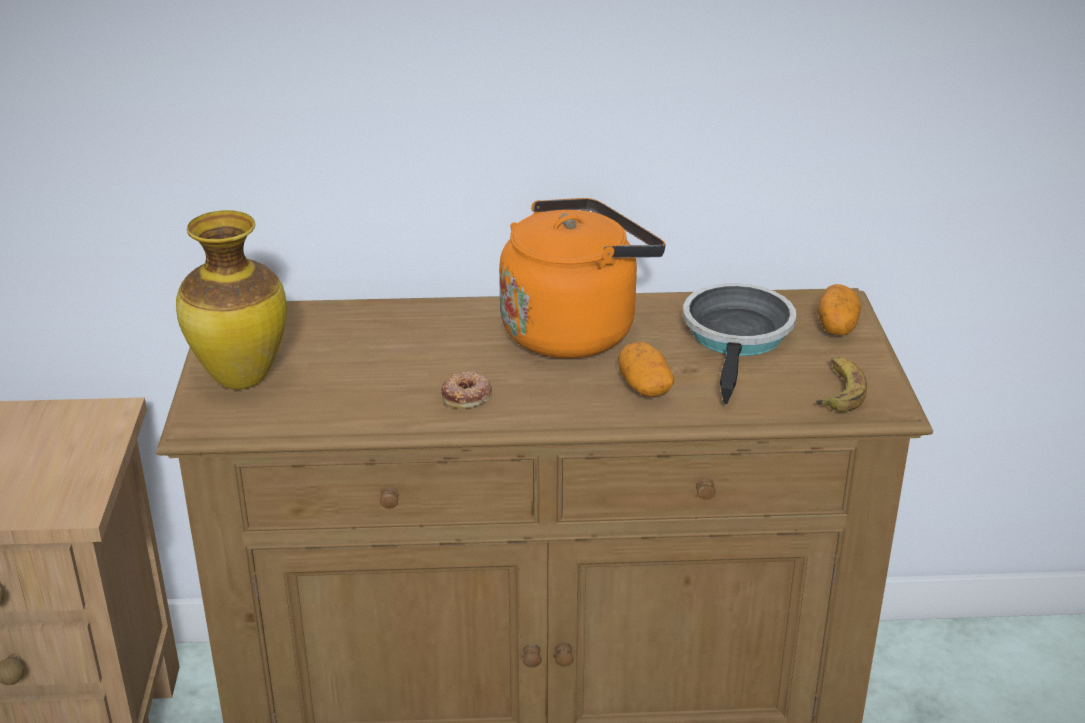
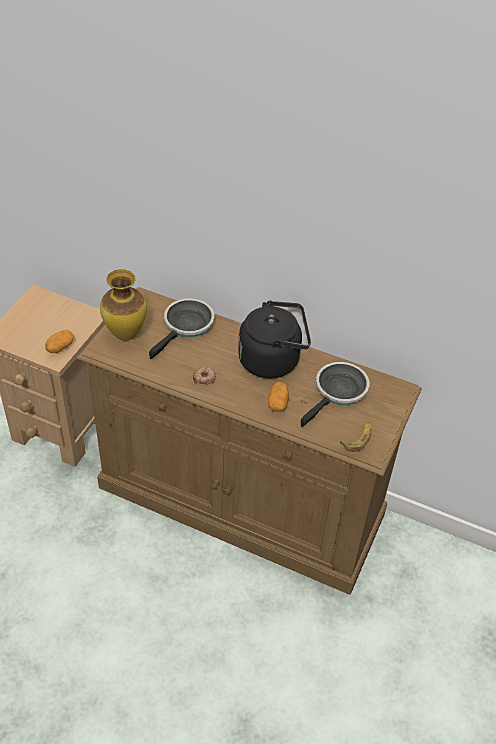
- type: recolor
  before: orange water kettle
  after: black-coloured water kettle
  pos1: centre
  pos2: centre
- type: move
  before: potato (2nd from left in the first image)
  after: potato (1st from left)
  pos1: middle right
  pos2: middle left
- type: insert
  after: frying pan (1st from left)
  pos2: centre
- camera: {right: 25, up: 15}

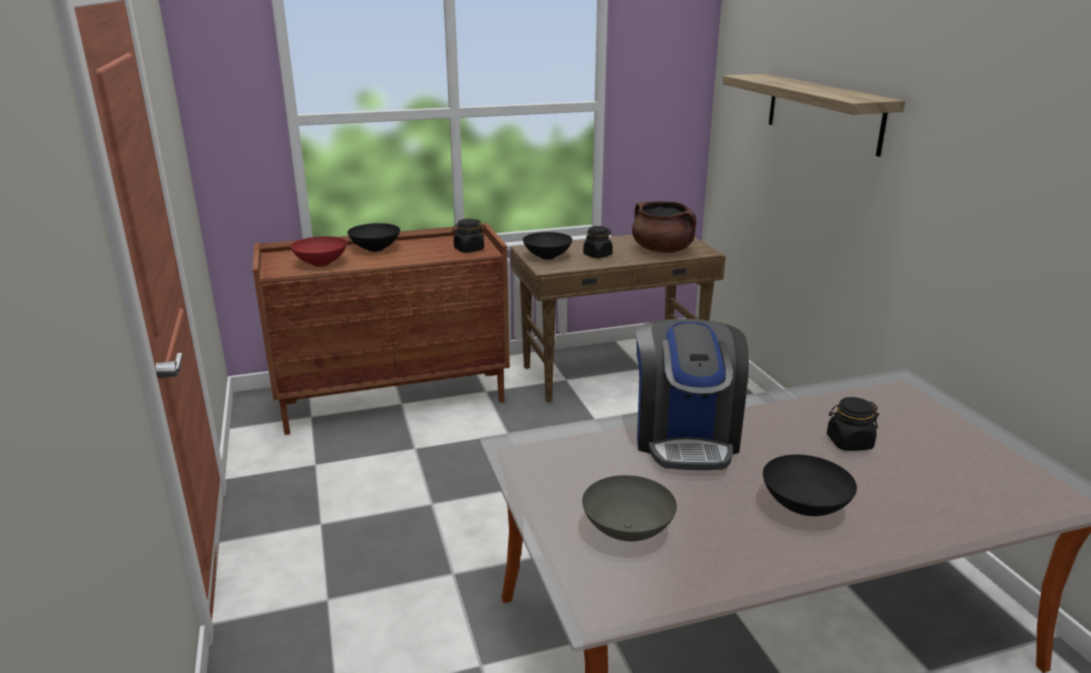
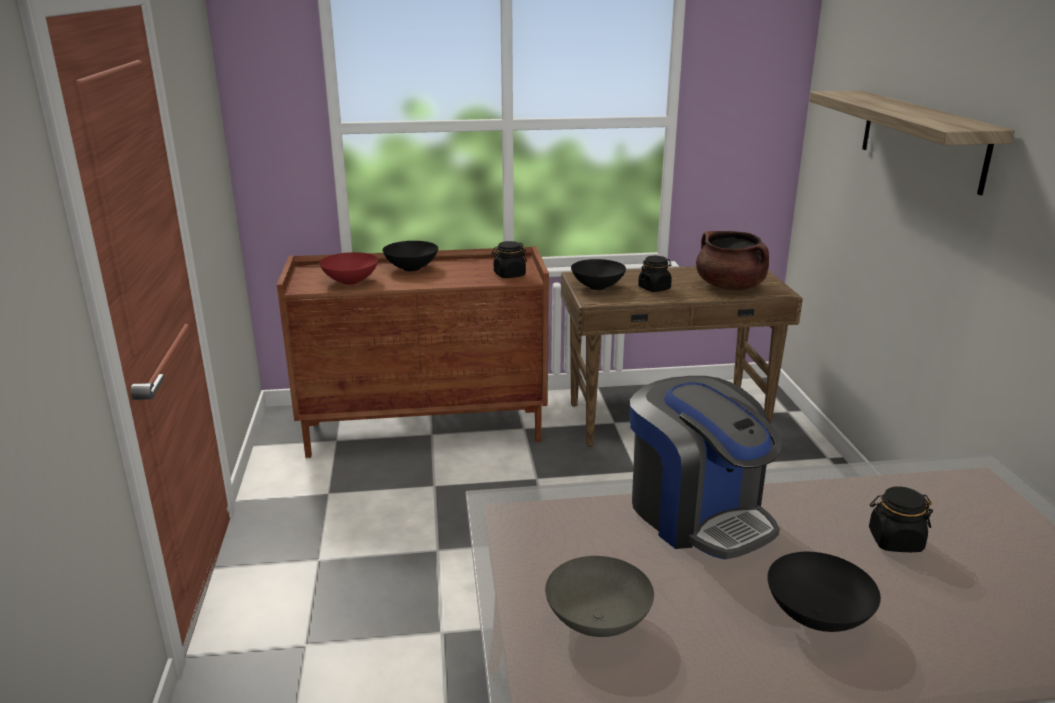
- type: rotate
  before: coffee maker
  pos1: centre
  pos2: middle right
  turn: -45
- camera: {right: 10, up: 0}

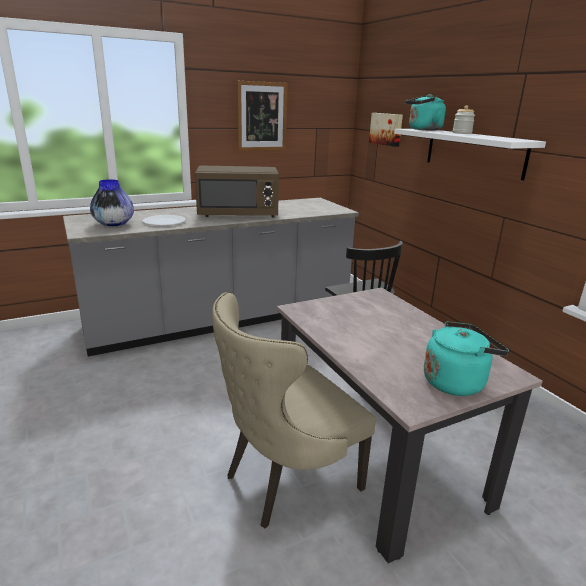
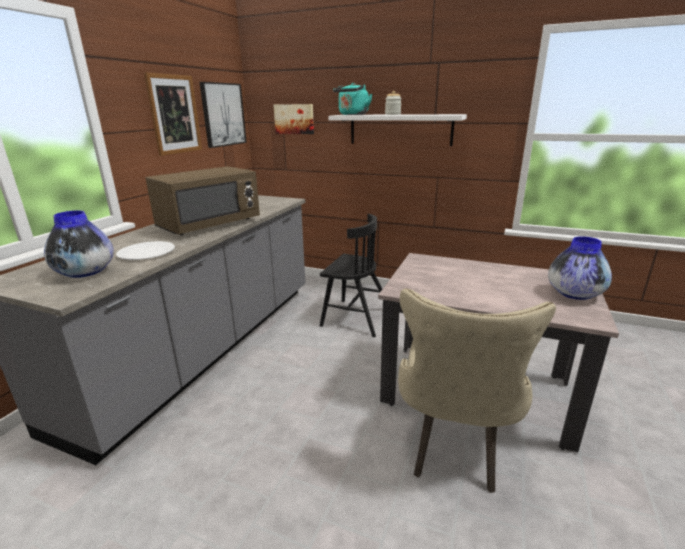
- type: replace
  before: turquoise-coloured water kettle (2nd from left)
  after: vase (2nd from left)
  pos1: middle right
  pos2: middle right
- type: insert
  after: wall picture (2nd from left)
  pos2: top left
- camera: {right: -40, up: 0}

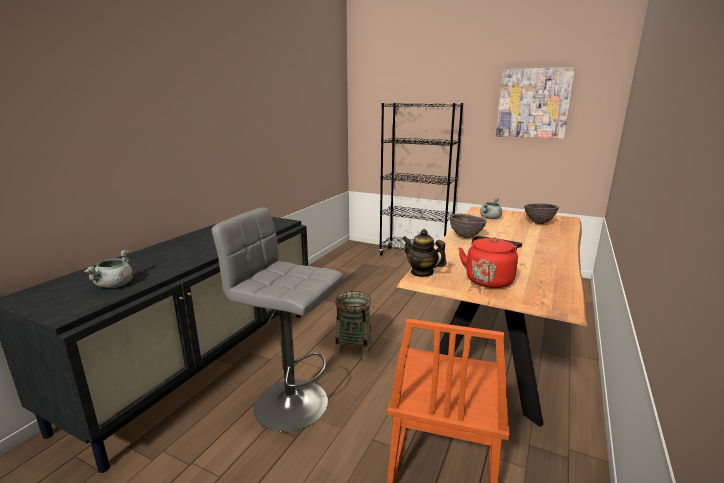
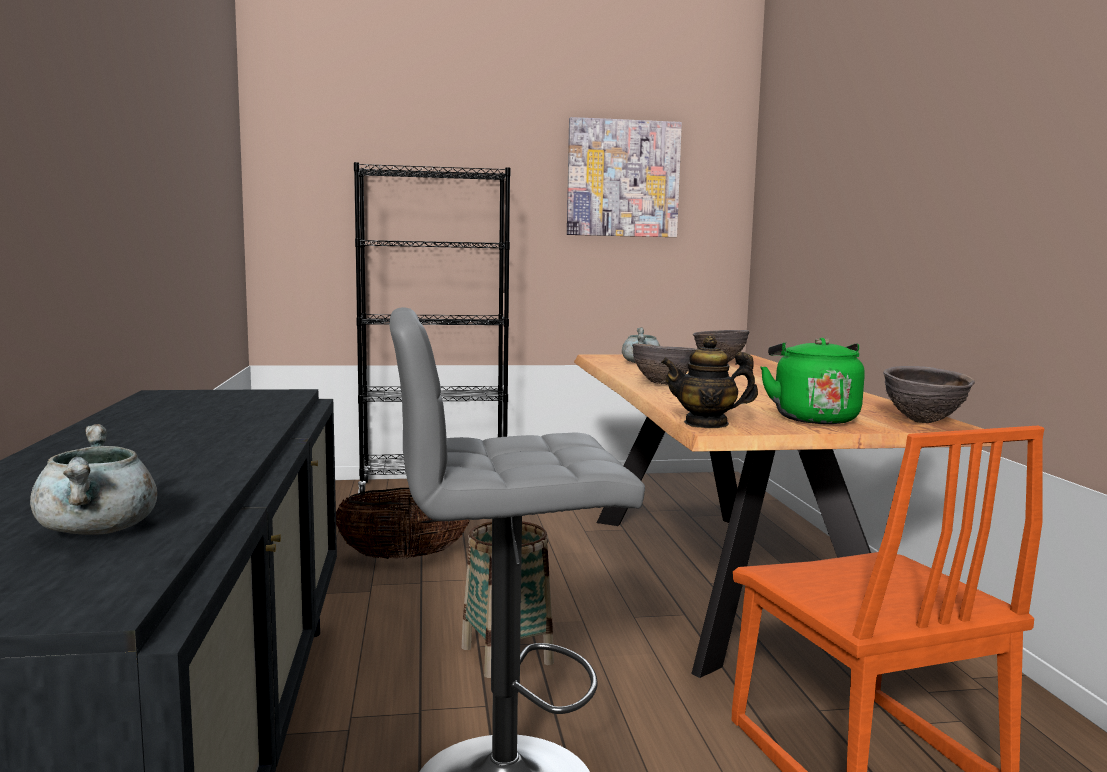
- type: recolor
  before: red-coloured water kettle
  after: green water kettle
  pos1: middle right
  pos2: middle right
- type: insert
  after: brownish serving bowl (3rd from left)
  pos2: middle right
- type: insert
  after: storage basket (1st from left)
  pos2: bottom centre
- camera: {right: -35, up: -10}

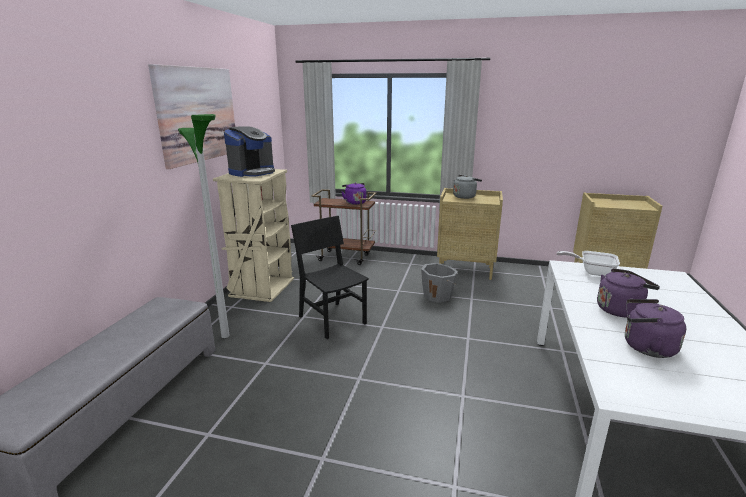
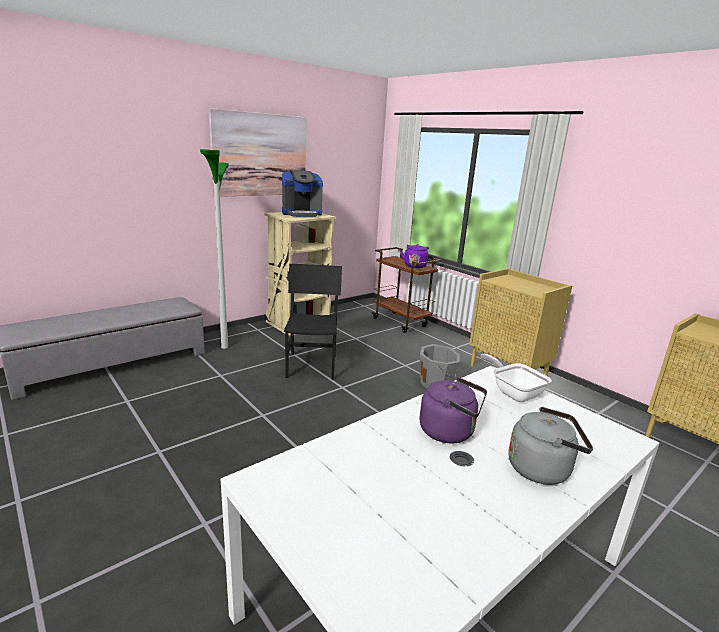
- type: move
  before: grey water kettle
  pos1: centre
  pos2: bottom right
- type: delete
  before: purple-coloured water kettle (3rd from left)
  pos1: middle right
- camera: {right: 35, up: 0}

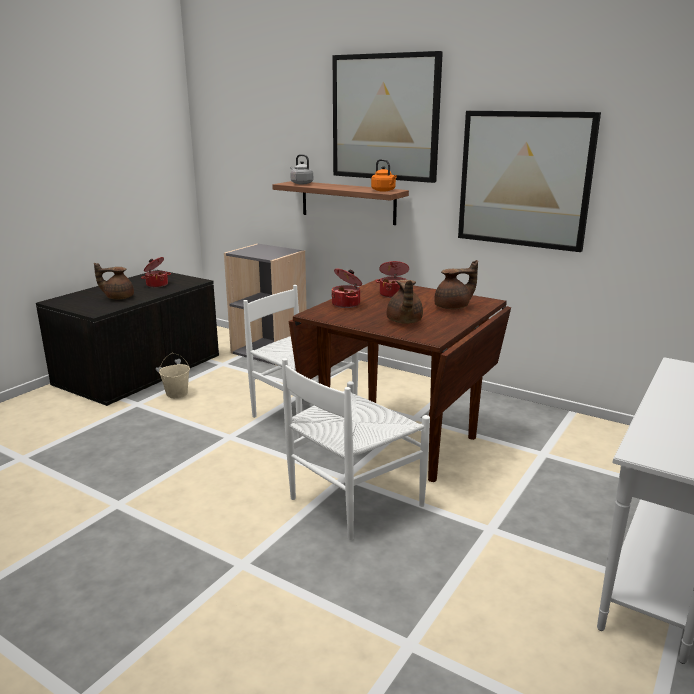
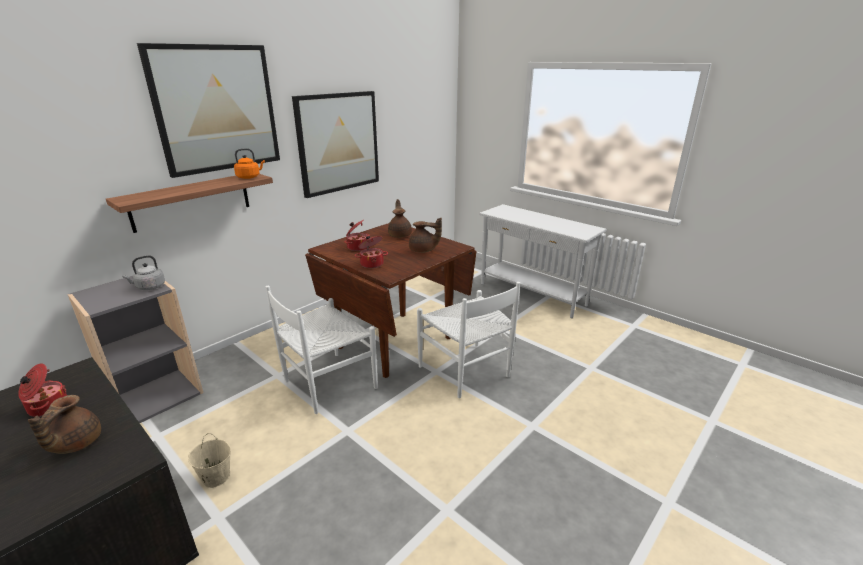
- type: move
  before: grey water kettle
  pos1: top centre
  pos2: middle left
- camera: {right: -80, up: 5}

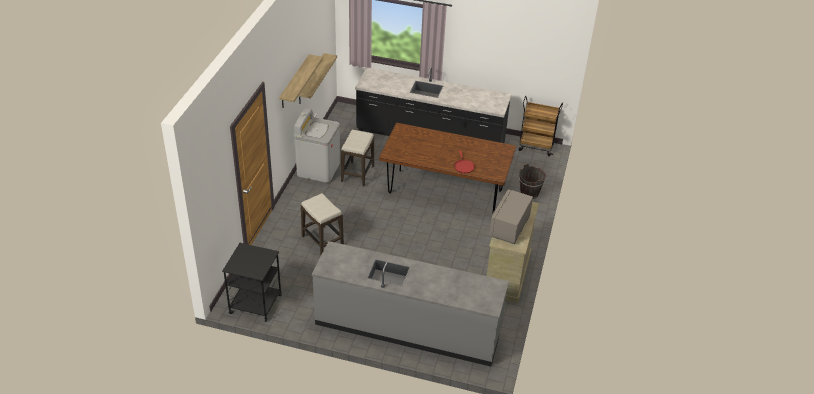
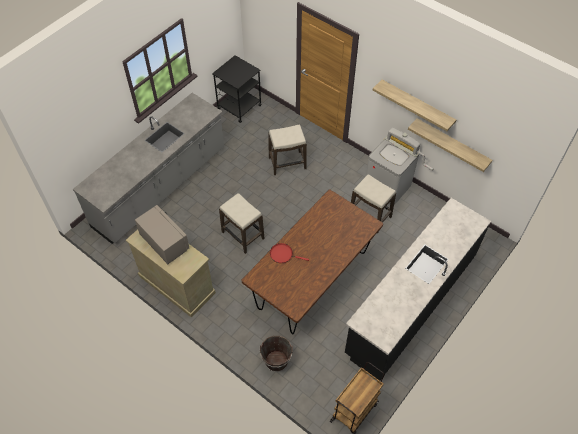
- type: insert
  after: stool (1st from left)
  pos2: centre
- camera: {right: 115, up: 15}

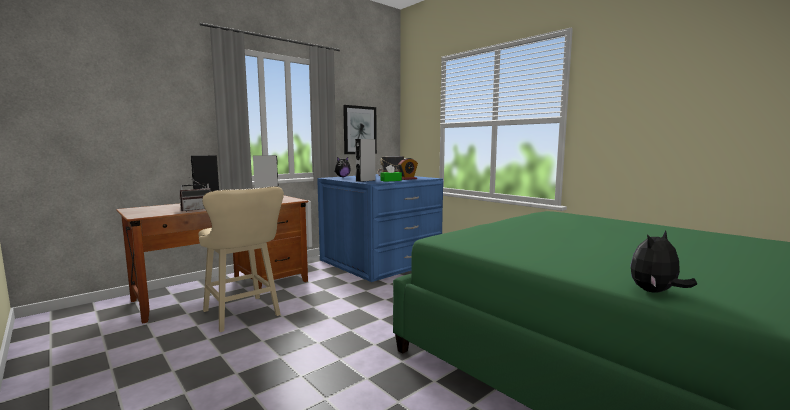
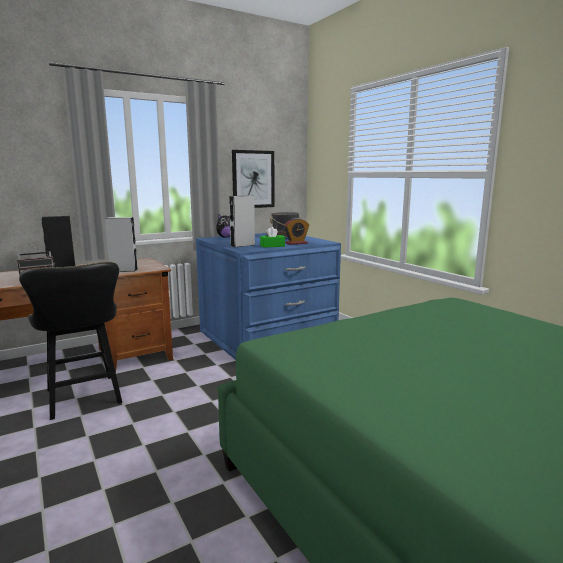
- type: recolor
  before: beige stool
  after: black-coloured stool
  pos1: middle left
  pos2: middle left
- type: delete
  before: plush toy (2nd from left)
  pos1: middle right
- camera: {right: 10, up: 5}

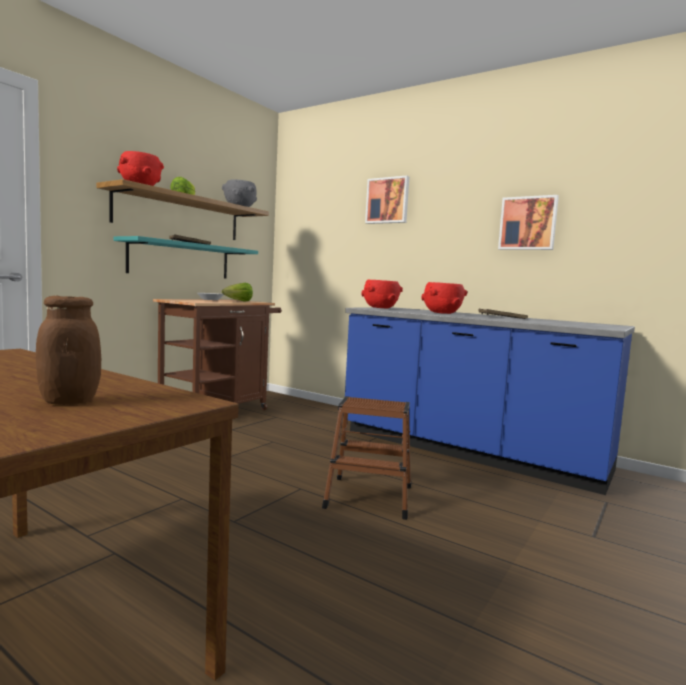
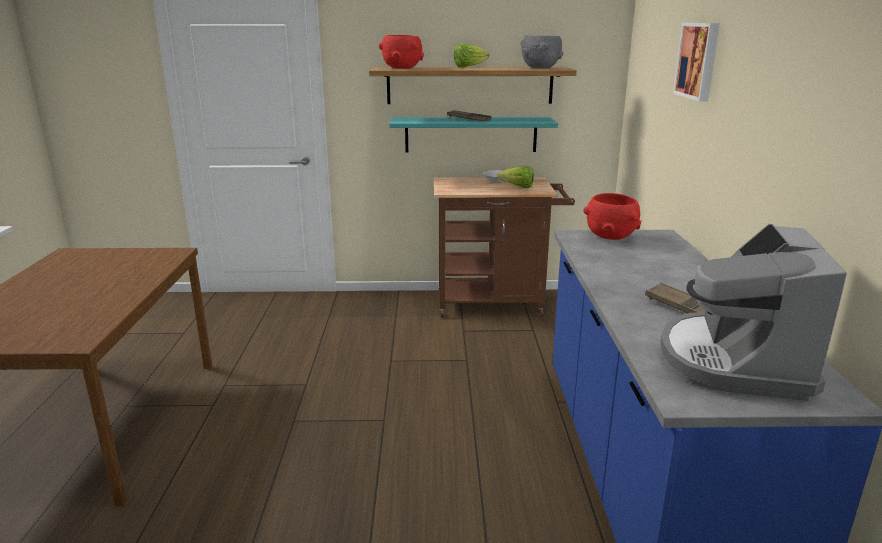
- type: delete
  before: wall picture (2nd from left)
  pos1: top right
- type: delete
  before: red-coloured serving bowl (3rd from left)
  pos1: centre
- type: delete
  before: brownish preserve jar
  pos1: middle left
- type: delete
  before: brownish step ladder
  pos1: bottom centre
- type: insert
  after: coffee maker
  pos2: middle right
- camera: {right: 55, up: 15}

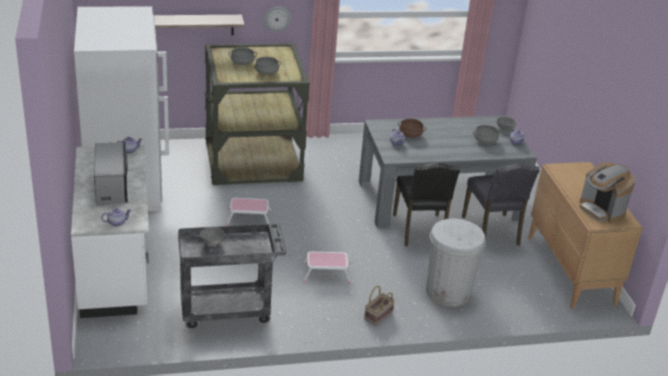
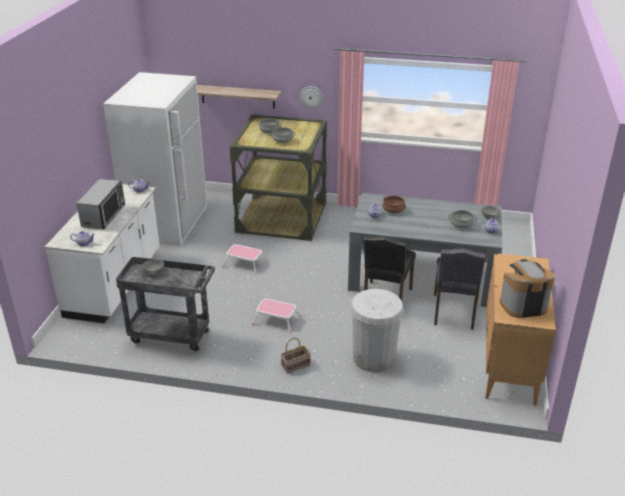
- type: rotate
  before: coffee maker
  pos1: middle right
  pos2: middle right
  turn: 90
- camera: {right: 25, up: 0}

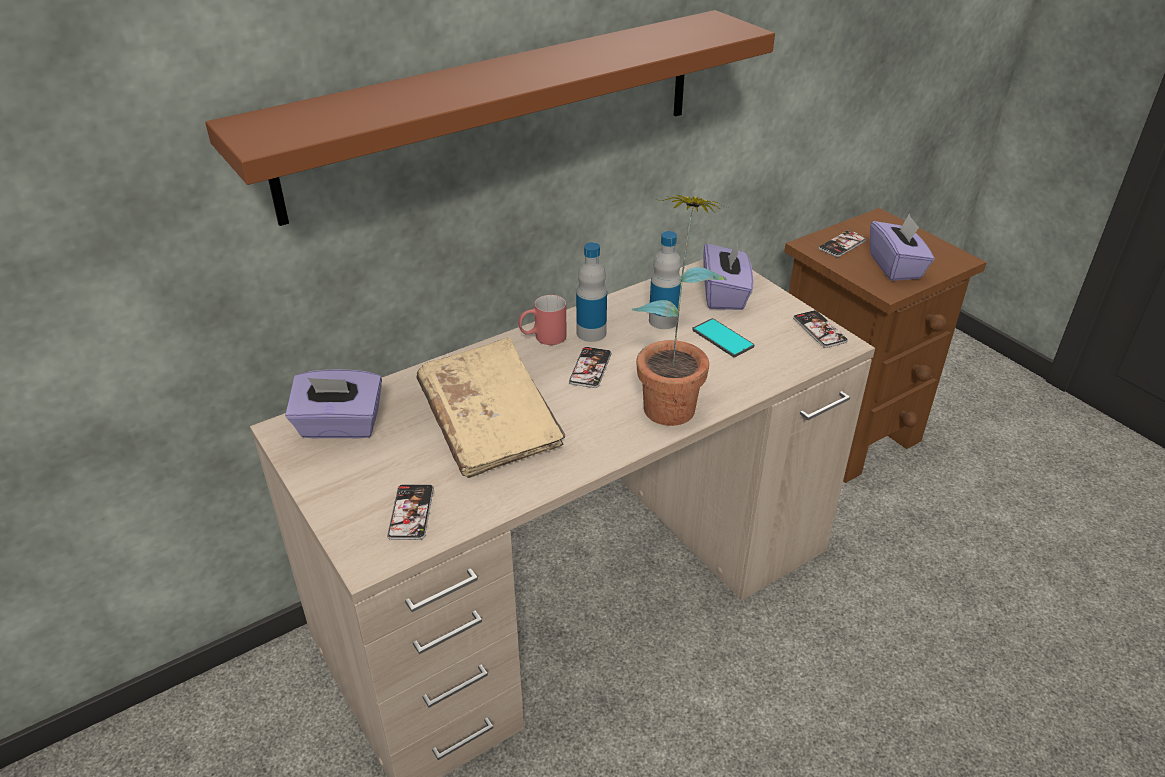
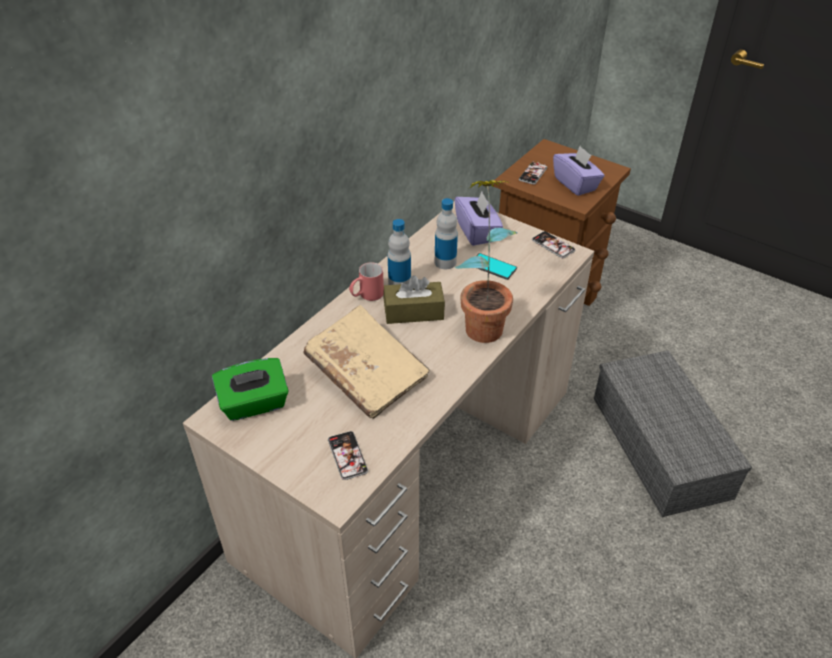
- type: delete
  before: brownish bracket shelf
  pos1: top centre
- type: replace
  before: phone (2nd from left)
  after: brownish tissue holder
  pos1: centre
  pos2: centre
- type: recolor
  before: purple-coloured tissue holder (1st from left)
  after: green tissue holder
  pos1: middle left
  pos2: middle left
- type: insert
  after: grey storage box
  pos2: middle right
- camera: {right: -20, up: 5}

